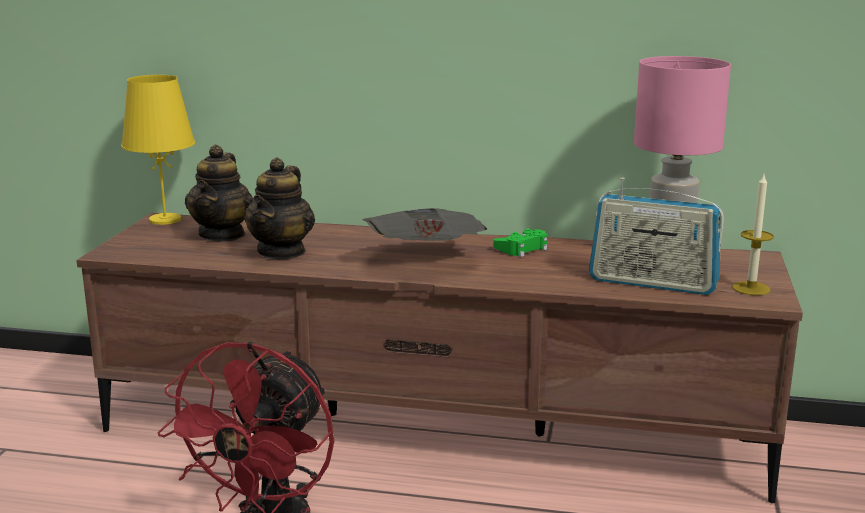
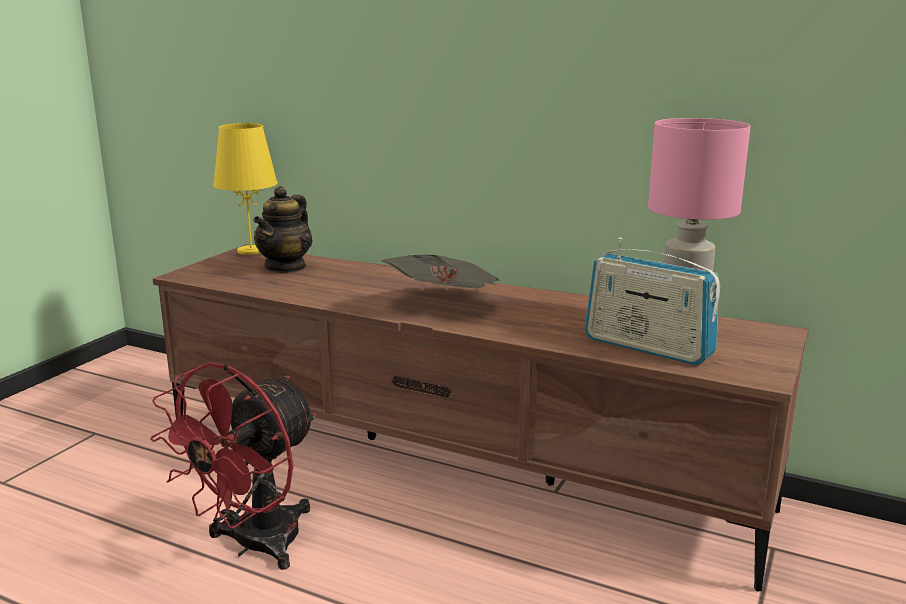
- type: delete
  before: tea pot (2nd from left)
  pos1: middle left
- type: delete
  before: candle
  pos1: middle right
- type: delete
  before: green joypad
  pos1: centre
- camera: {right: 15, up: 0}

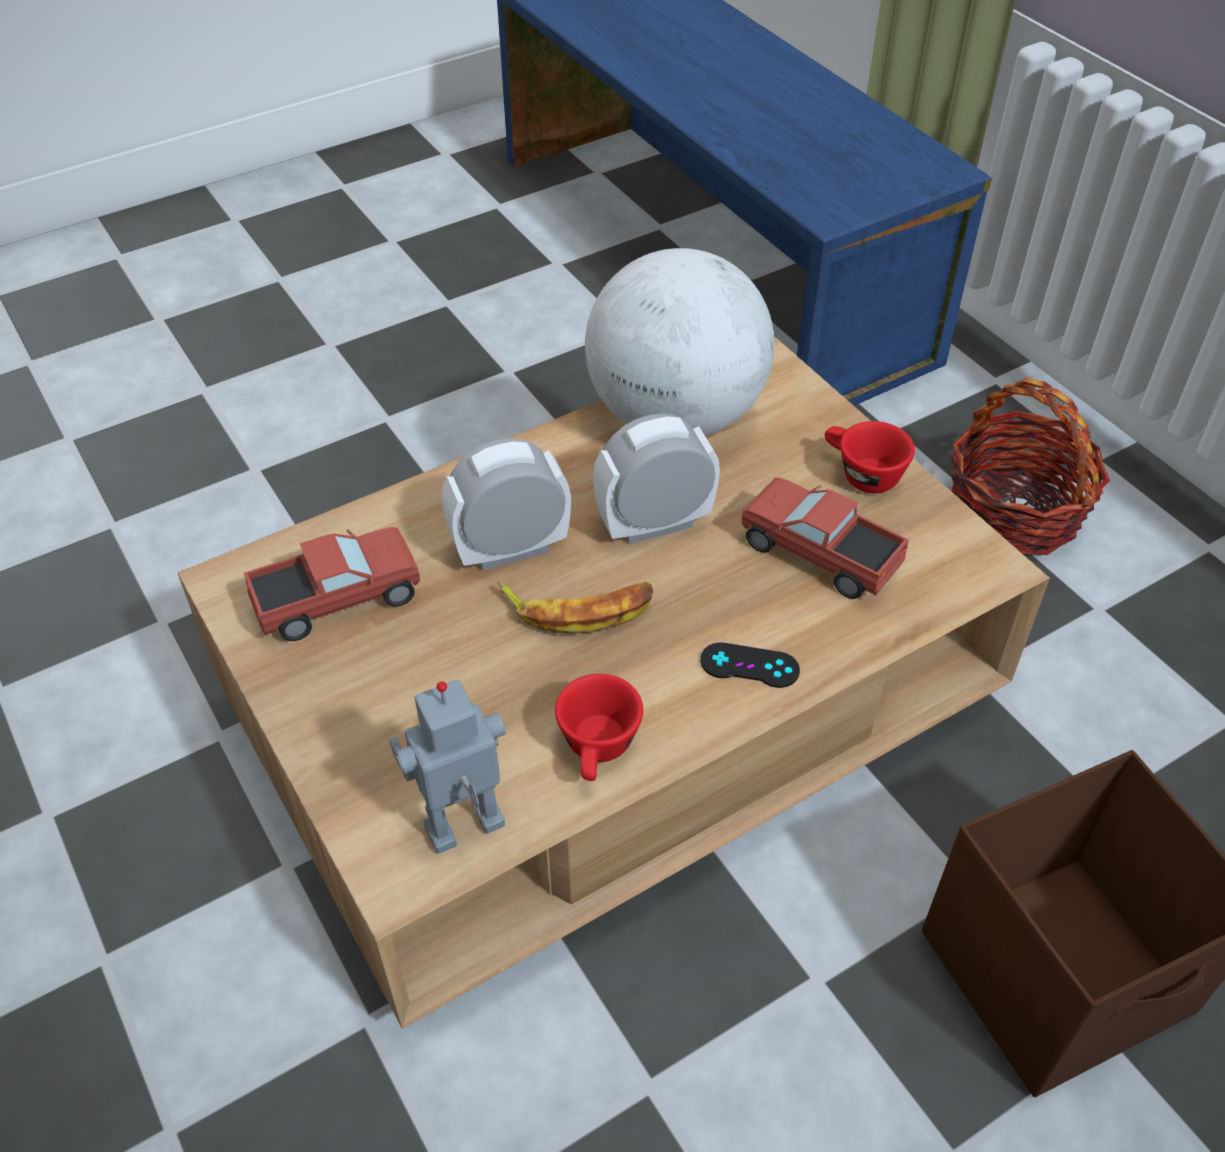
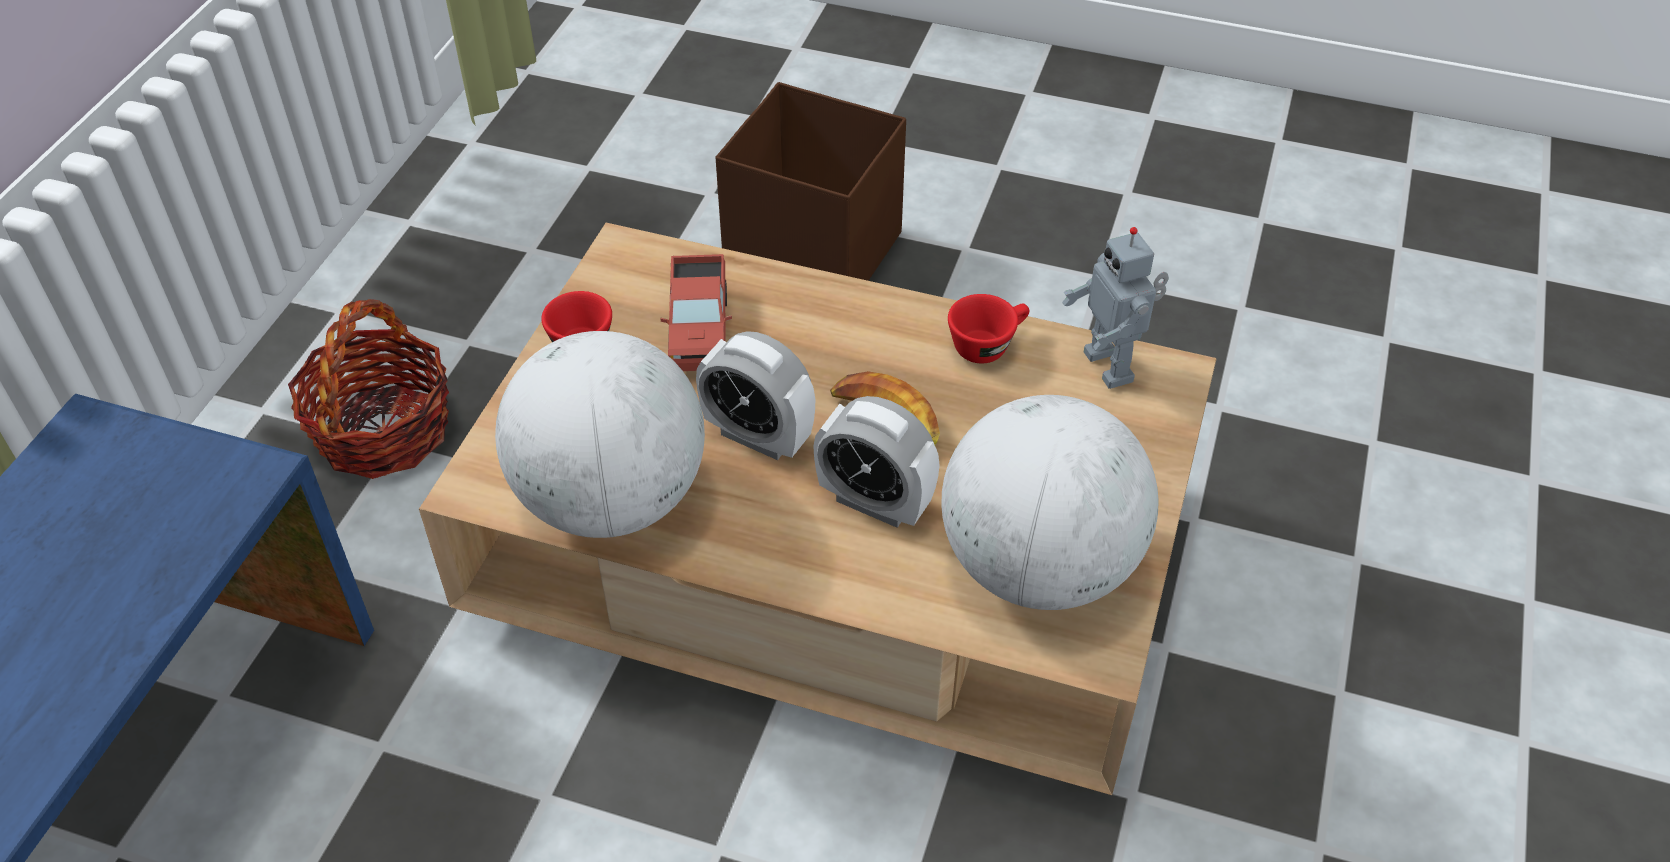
- type: replace
  before: toy truck (1st from left)
  after: desk globe (2nd from left)
  pos1: middle left
  pos2: centre
- type: delete
  before: black-coloured joypad
  pos1: centre
- type: rotate
  before: toy robot
  pos1: centre
  pos2: middle right
  turn: 45
- camera: {right: -130, up: 0}

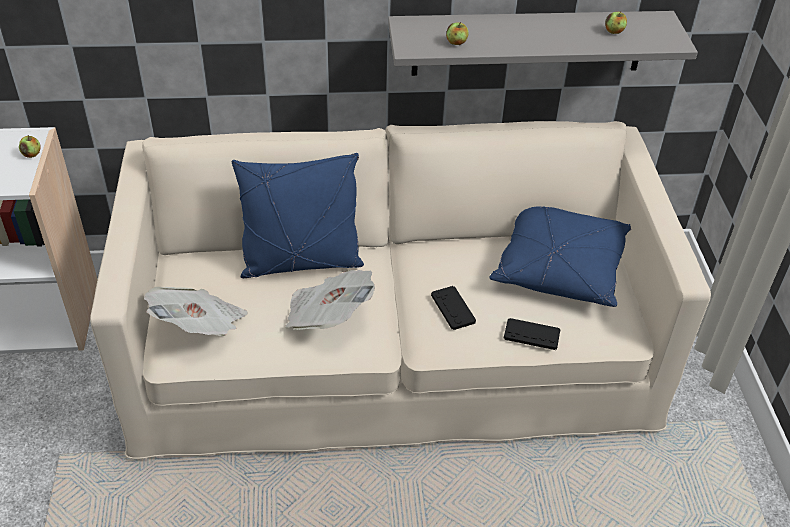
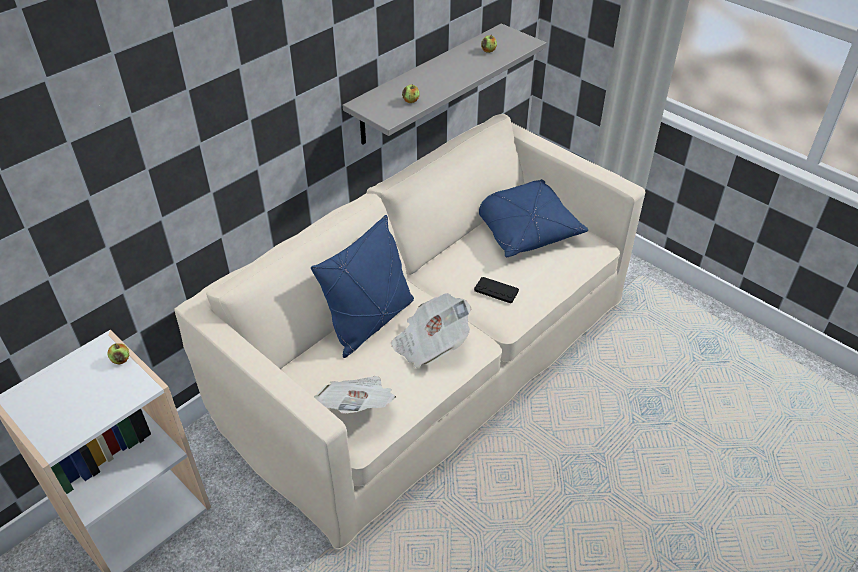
- type: delete
  before: black-coloured joypad (2nd from left)
  pos1: middle right
- camera: {right: -40, up: 0}

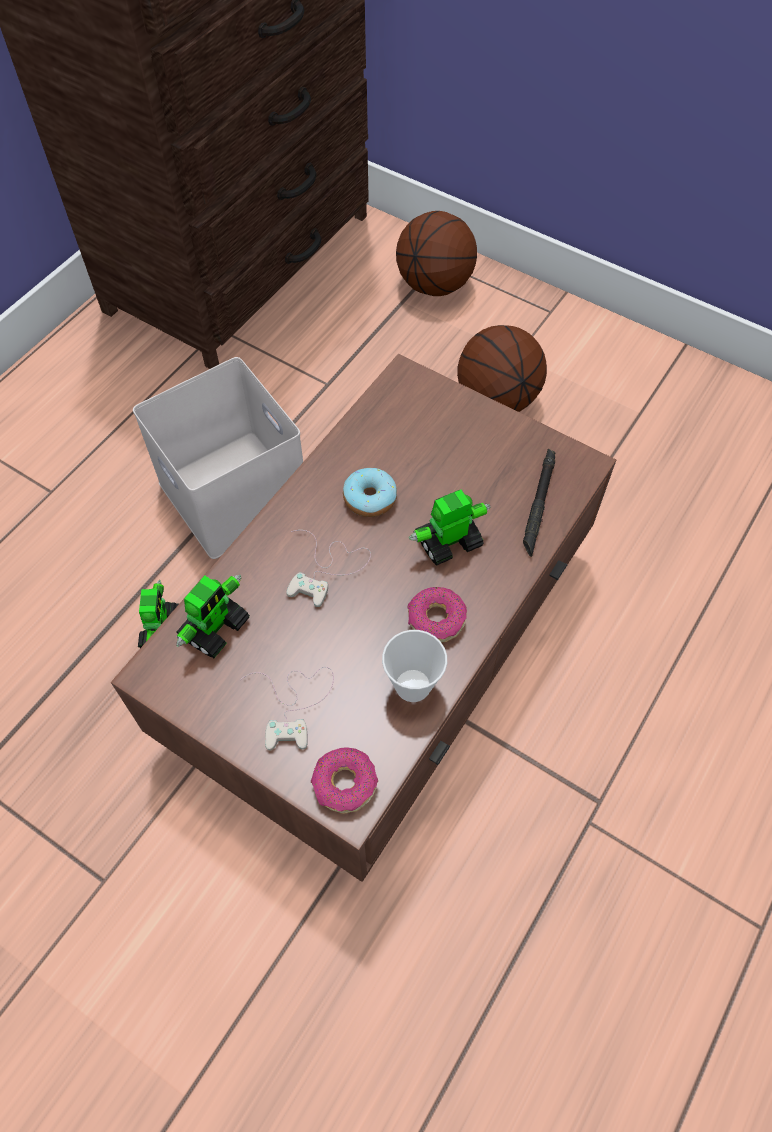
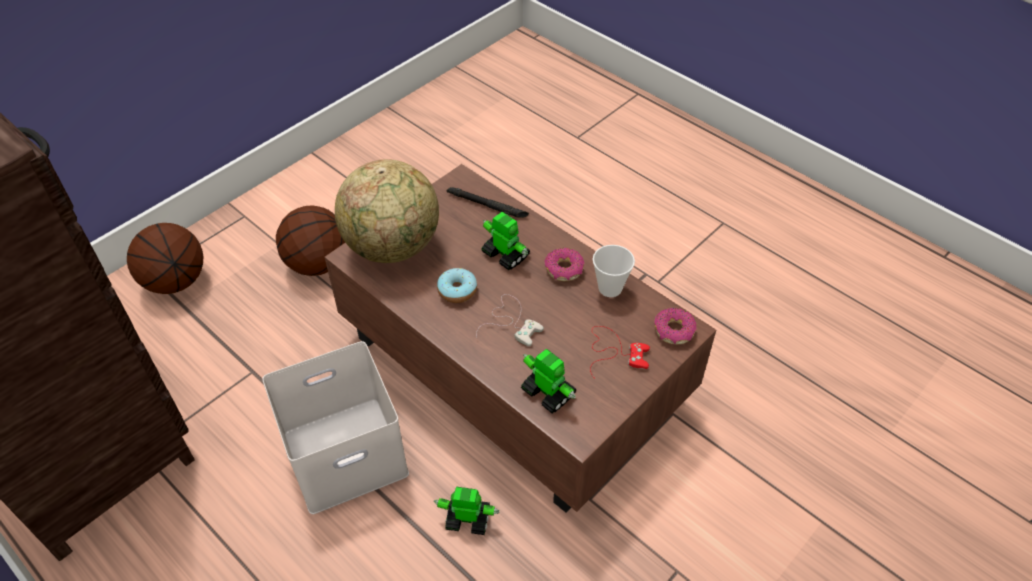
- type: rotate
  before: toy robot (3rd from left in the first image)
  pos1: centre
  pos2: centre
  turn: 150
- type: recolor
  before: white-coloured joypad (1st from left)
  after: red-coloured joypad
  pos1: centre
  pos2: centre
- type: insert
  after: desk globe
  pos2: centre
- camera: {right: -80, up: -10}

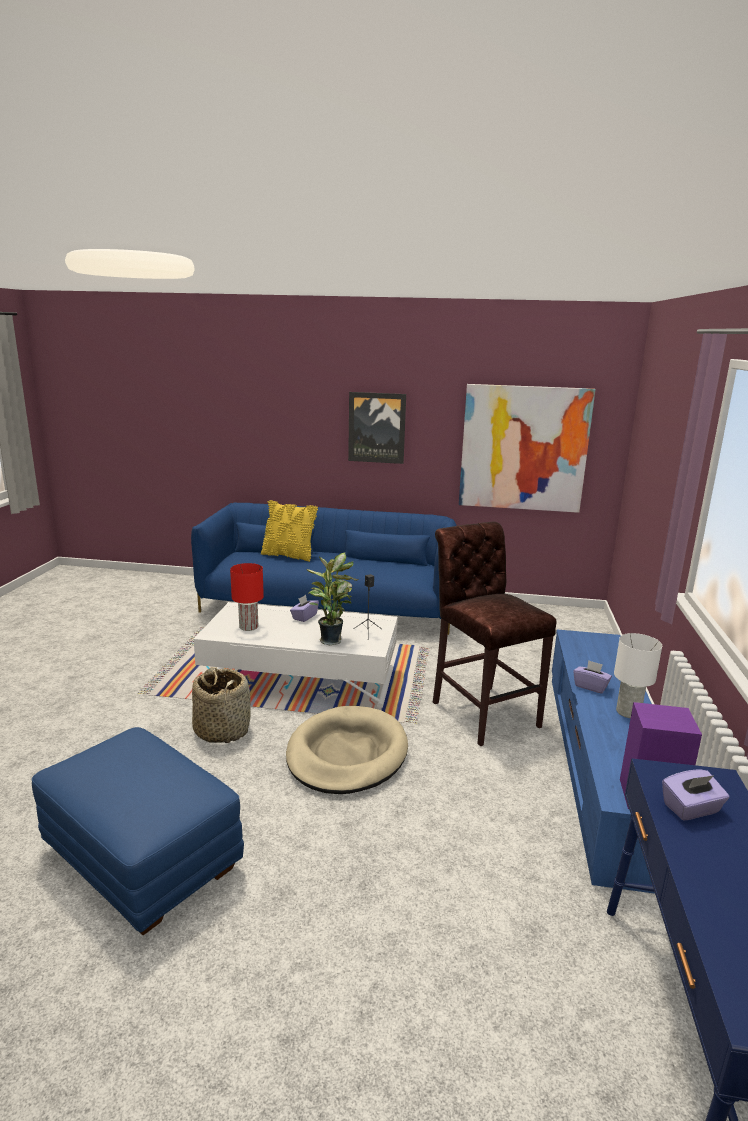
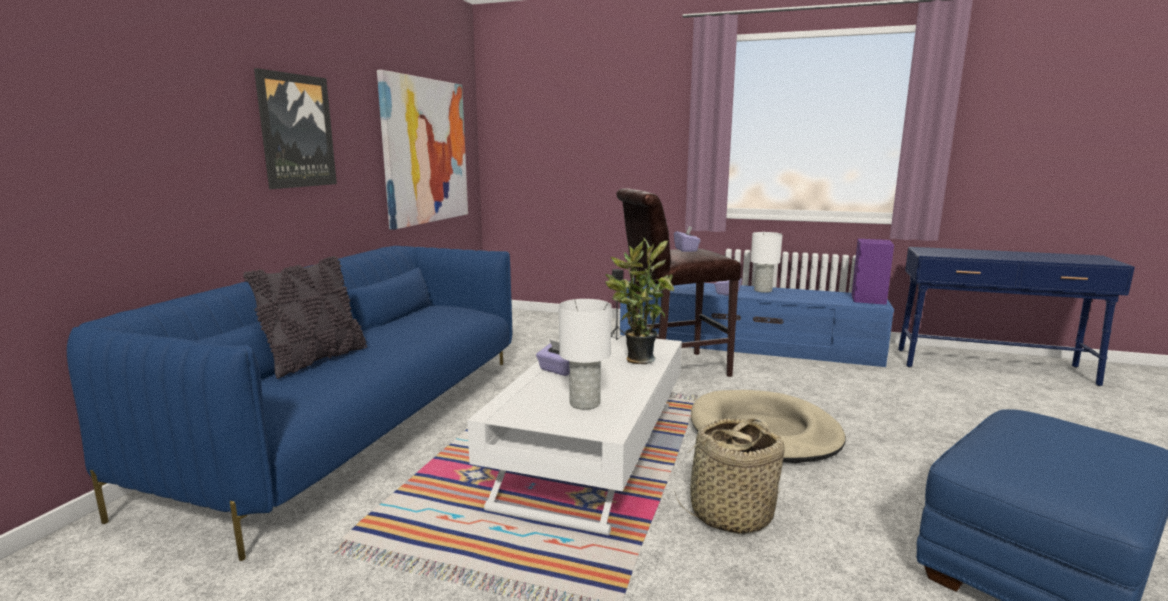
- type: recolor
  before: yellow-coloured throw pillow
  after: black-coloured throw pillow
  pos1: centre
  pos2: middle left
- type: recolor
  before: red-coloured tabletop lamp
  after: white-coloured tabletop lamp (1st from left)
  pos1: middle left
  pos2: centre
- type: move
  before: purple-coloured tissue holder (3rd from left in the first image)
  after: purple-coloured tissue holder (2nd from left)
  pos1: bottom right
  pos2: centre
- camera: {right: -80, up: -5}

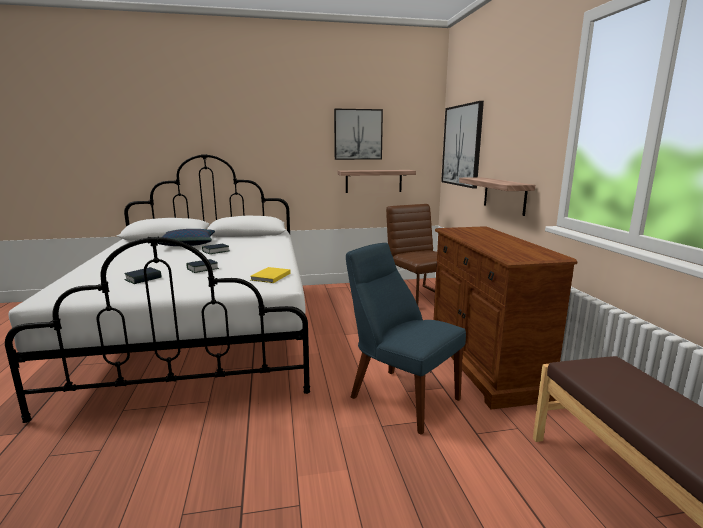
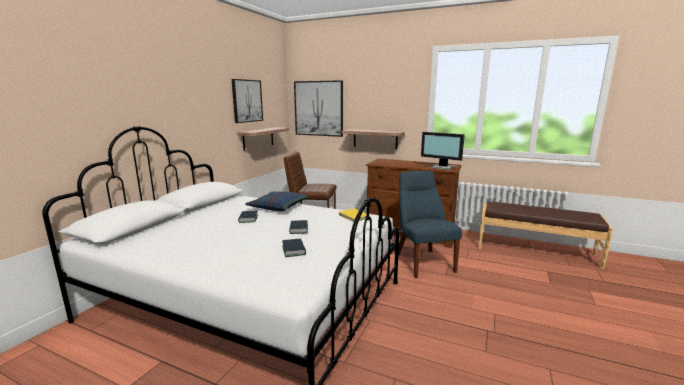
- type: move
  before: blue-coloured throw pillow
  pos1: middle left
  pos2: centre
- type: rotate
  before: blue-coloured plain chair
  pos1: centre
  pos2: centre
  turn: 90
- type: insert
  after: monitor
  pos2: centre
- camera: {right: -55, up: 0}

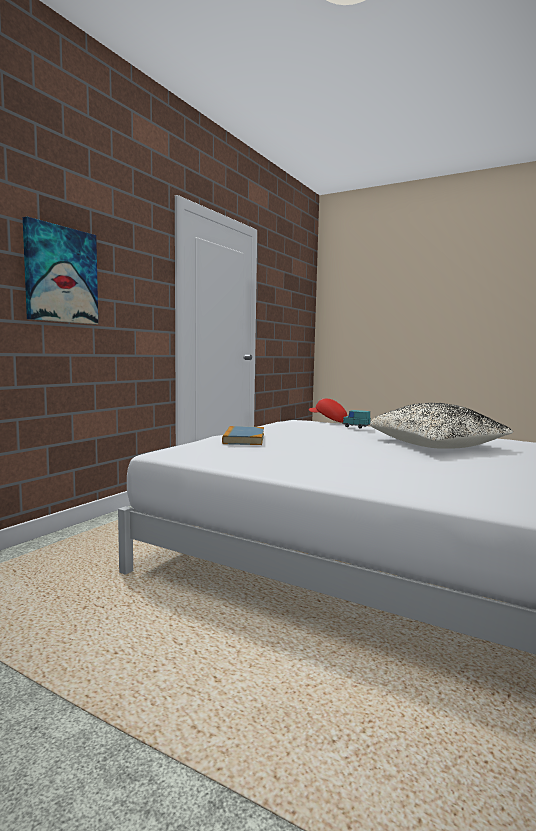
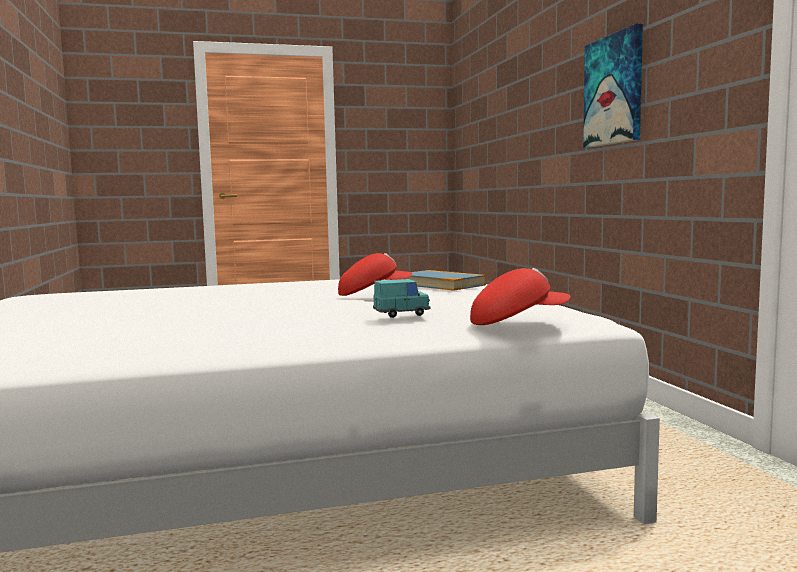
- type: delete
  before: beige throw pillow
  pos1: middle right
- type: insert
  after: red-coloured cap (1st from left)
  pos2: centre
- camera: {right: 135, up: 0}

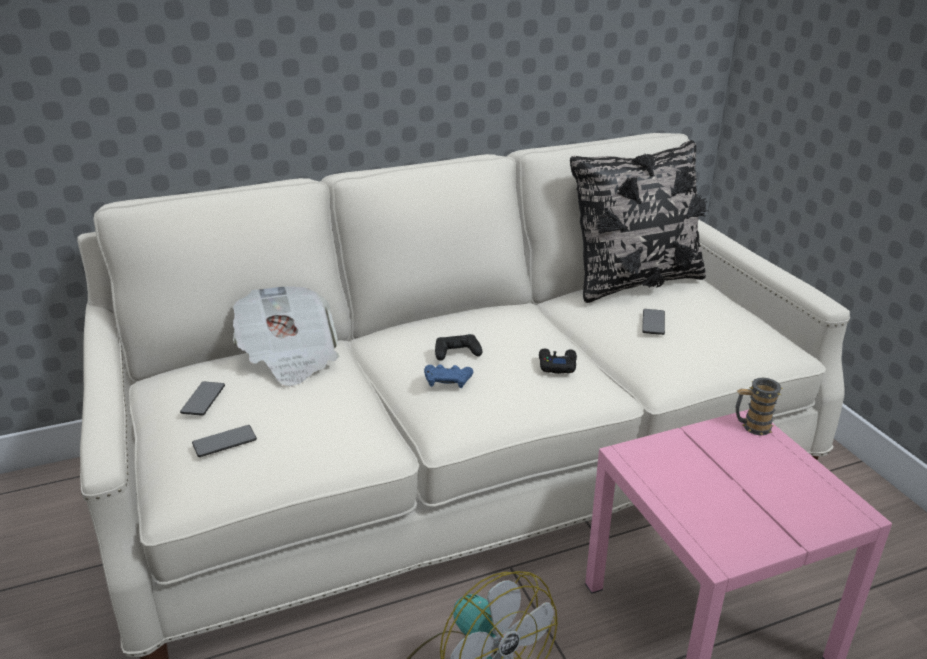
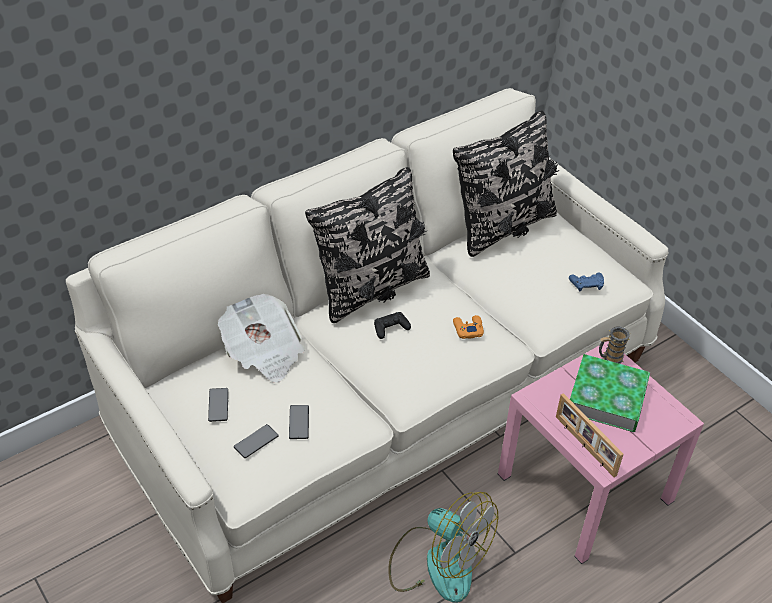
- type: move
  before: phone (3rd from left)
  pos1: middle right
  pos2: bottom centre
- type: recolor
  before: black-coloured joypad (2nd from left)
  after: orange joypad
  pos1: centre
  pos2: centre
- type: move
  before: blue-coloured joypad
  pos1: centre
  pos2: middle right
- type: insert
  after: black-coloured throw pillow (1st from left)
  pos2: centre
- type: insert
  after: volume
  pos2: middle right
- type: insert
  after: standing frame
  pos2: bottom right
- camera: {right: -15, up: 15}

